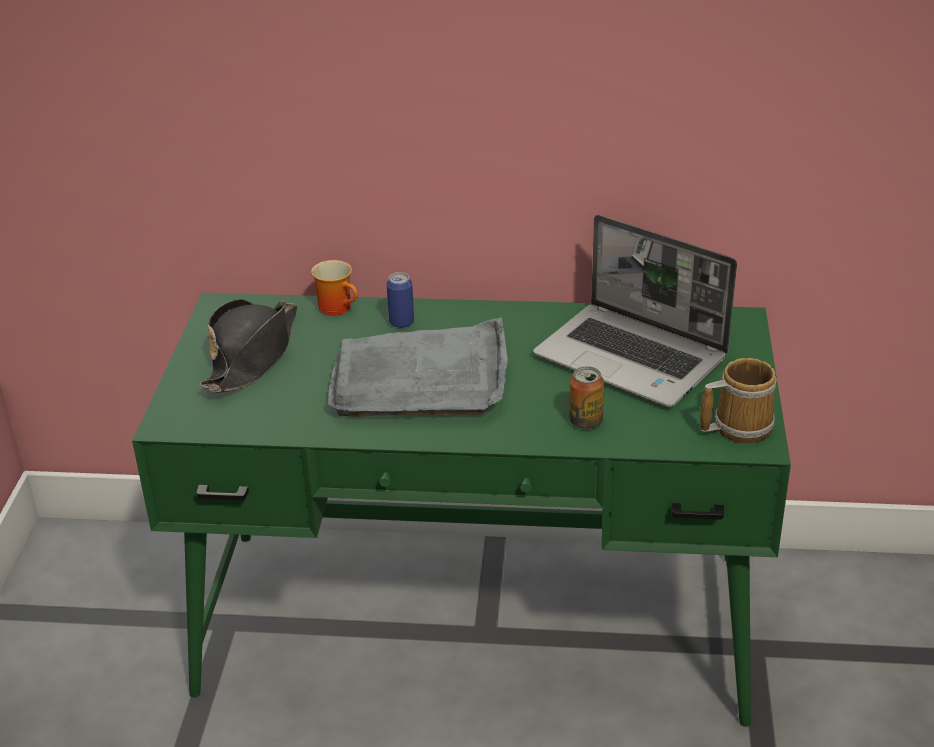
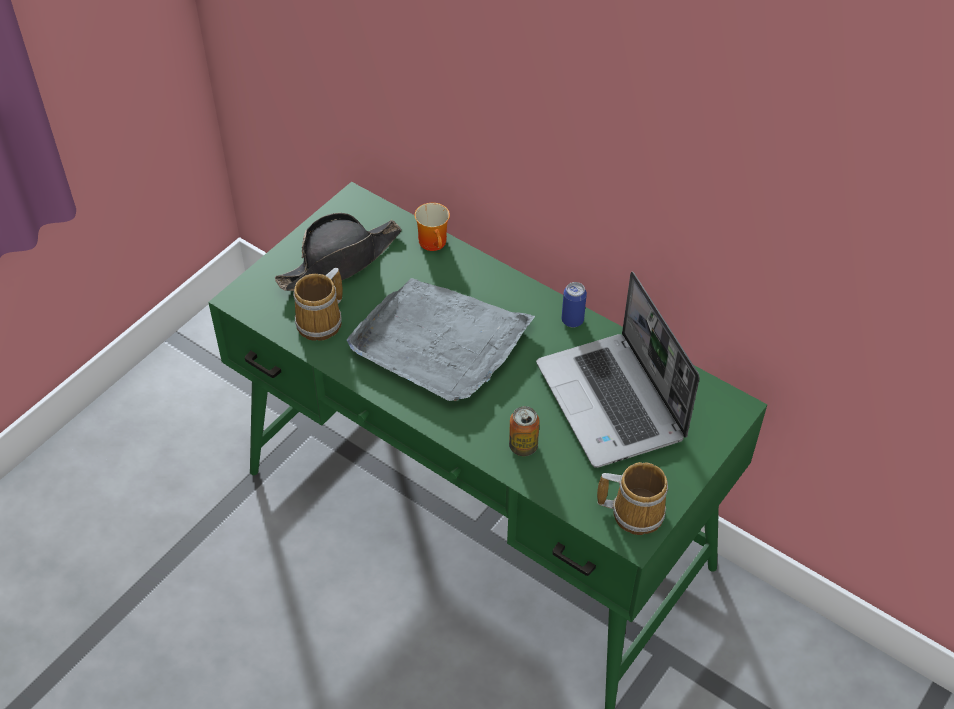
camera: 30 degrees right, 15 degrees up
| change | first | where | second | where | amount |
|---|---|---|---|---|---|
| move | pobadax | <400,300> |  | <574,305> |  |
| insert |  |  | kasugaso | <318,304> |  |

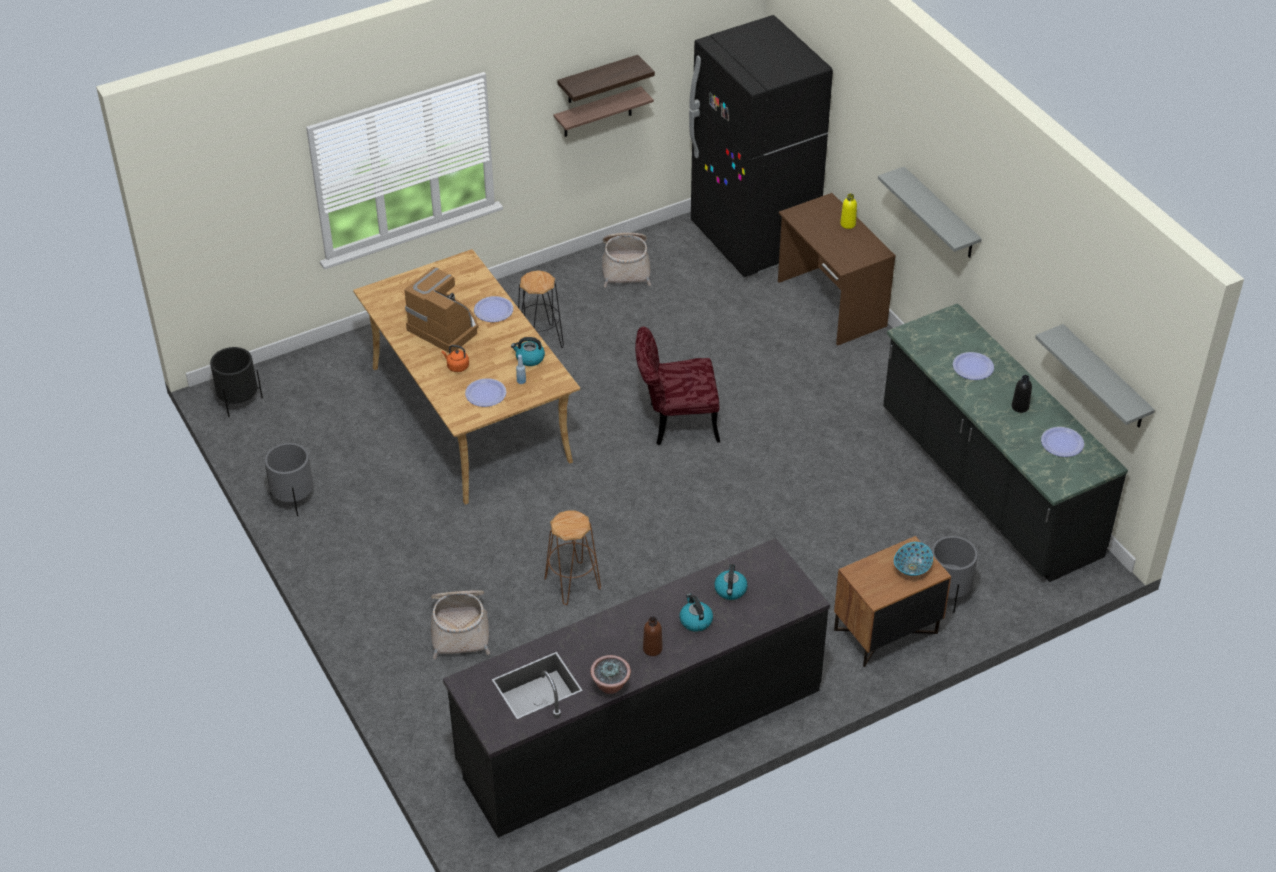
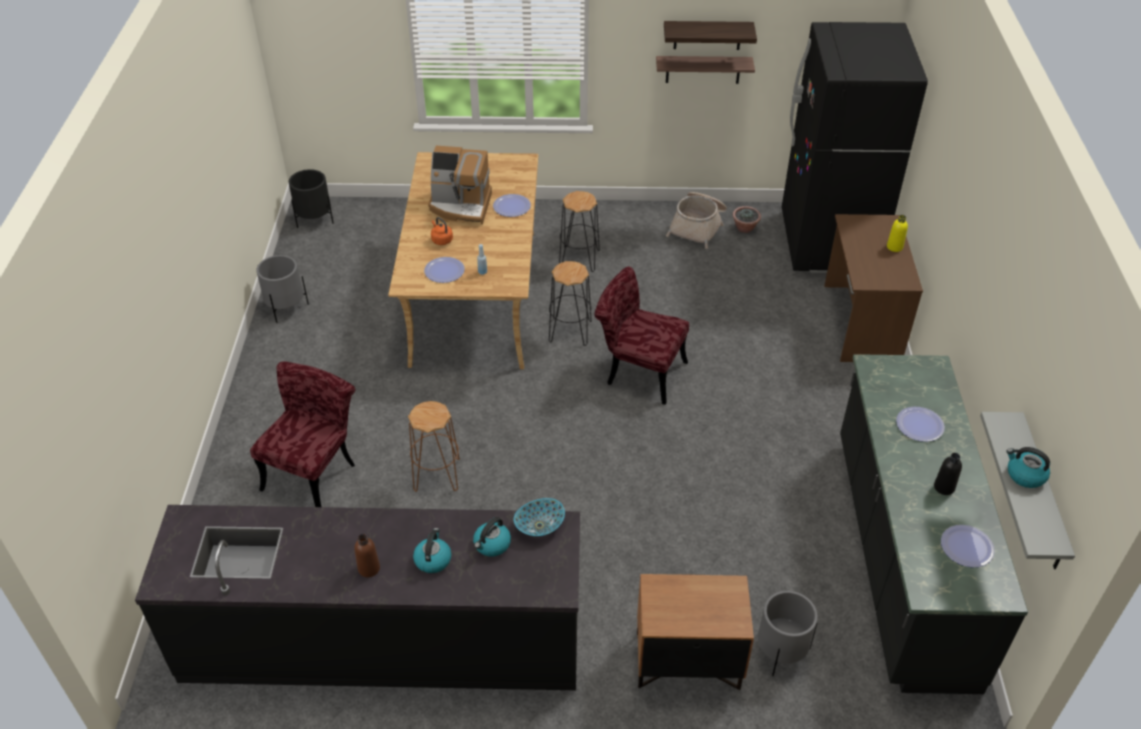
camera: 30 degrees right, 0 degrees up
| change | first | where | second | where | amount |
|---|---|---|---|---|---|
| rotate | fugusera | <441,310> |  | <460,185> | 120 degrees clockwise |
| replace | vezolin | <460,624> | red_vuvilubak | <302,434> |  |
| move | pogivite | <528,351> |  | <1028,467> |  |
| move | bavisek | <610,674> |  | <747,219> |  |
| delete | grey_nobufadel | <930,212> |  |  |  |
| move | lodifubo | <913,559> |  | <539,517> |  |
| insert |  |  | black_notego | <570,303> |  |

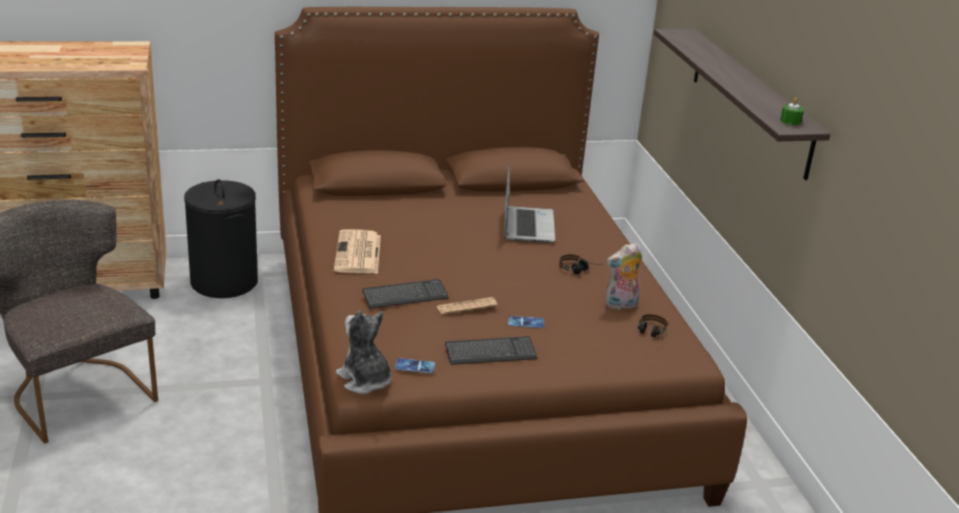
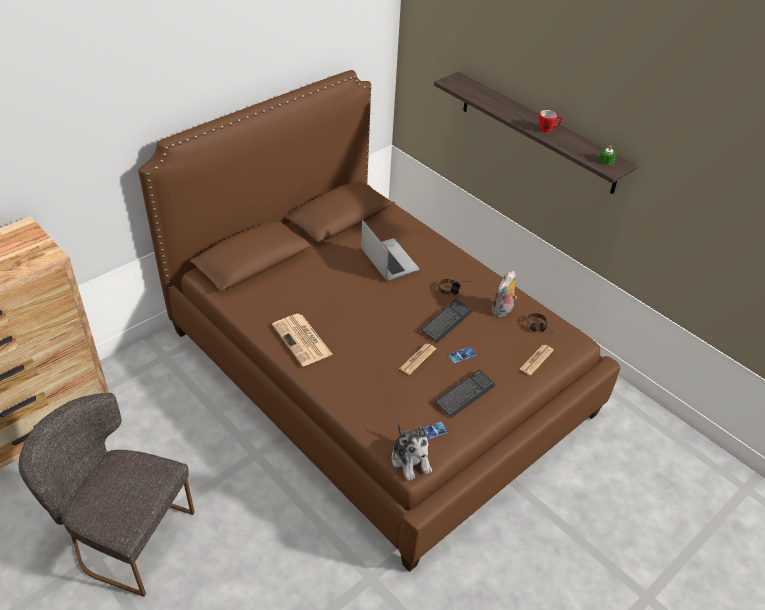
camera: 30 degrees left, 15 degrees up
| change | first | where | second | where | amount |
|---|---|---|---|---|---|
| delete | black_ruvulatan | <221,238> |  |  |  |
| rotate | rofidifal | <363,352> |  | <411,452> | 135 degrees counterclockwise |
| move | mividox | <405,294> |  | <446,321> |  |
| insert |  |  | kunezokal | <537,360> |  |
| insert |  |  | kasugaso | <550,121> |  |

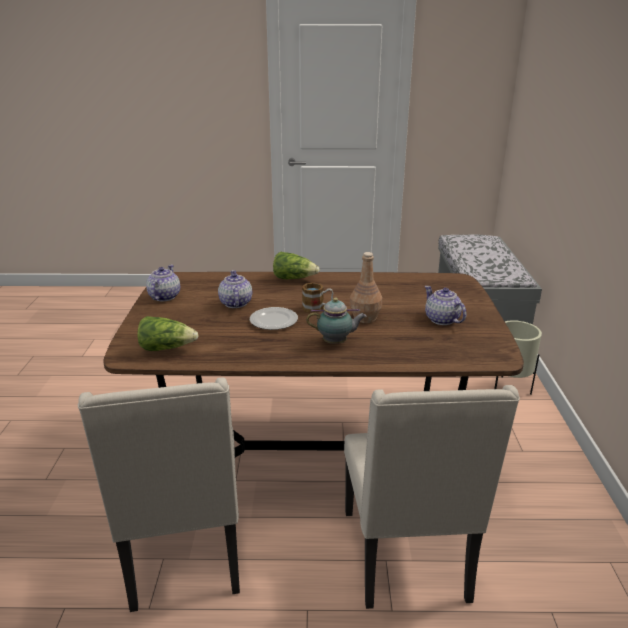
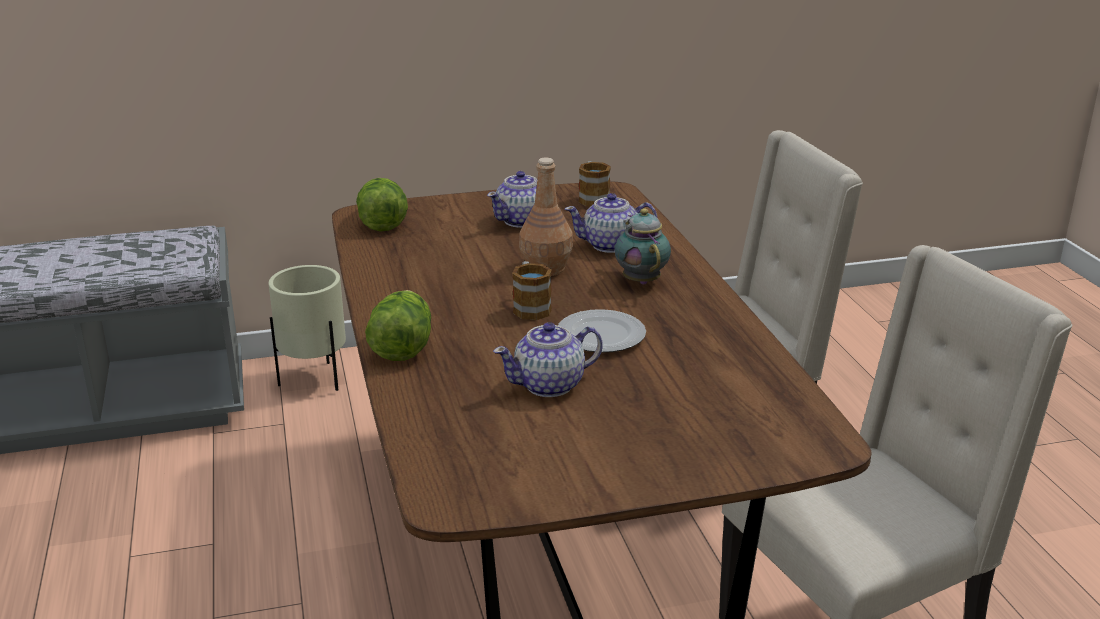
camera: 105 degrees left, 0 degrees up
| change | first | where | second | where | amount |
|---|---|---|---|---|---|
| move | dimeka | <167,333> |  | <382,205> |  |
| move | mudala | <163,283> |  | <611,223> |  |
| insert |  |  | kasugaso | <595,184> |  |

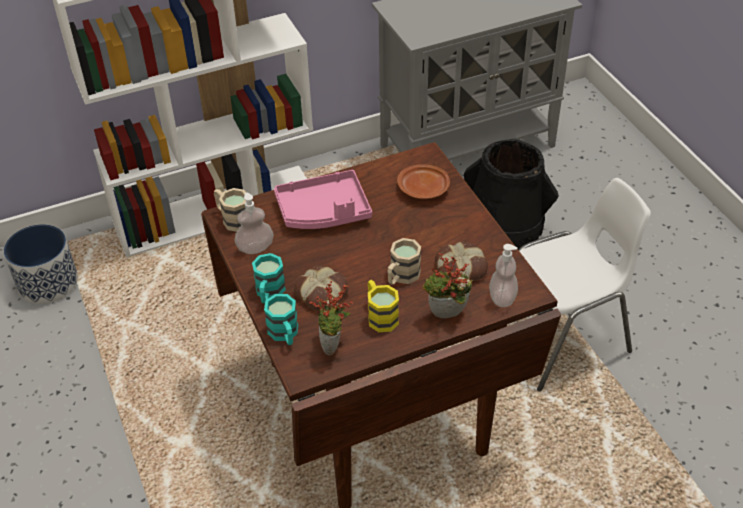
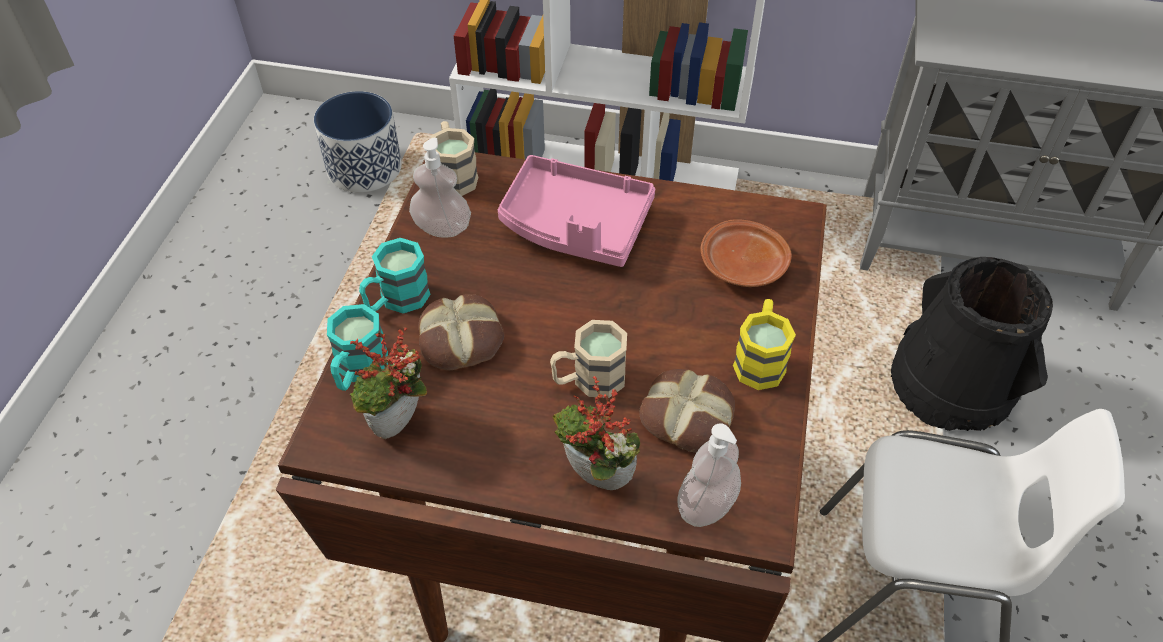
camera: 35 degrees right, 5 degrees up
| change | first | where | second | where | amount |
|---|---|---|---|---|---|
| move | yellow_kasugaso | <383,306> |  | <764,344> |  |

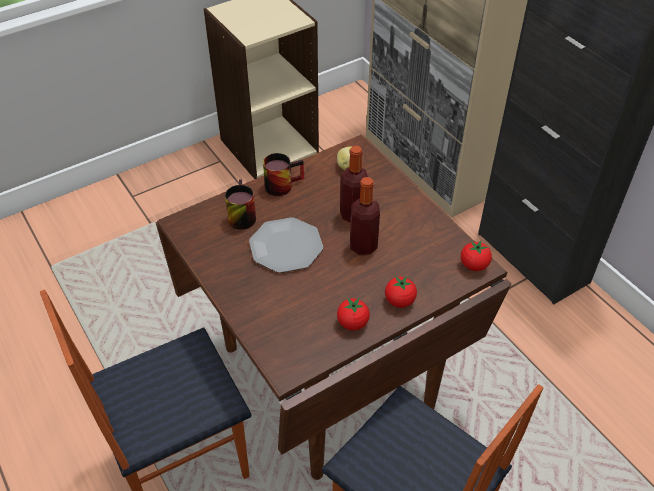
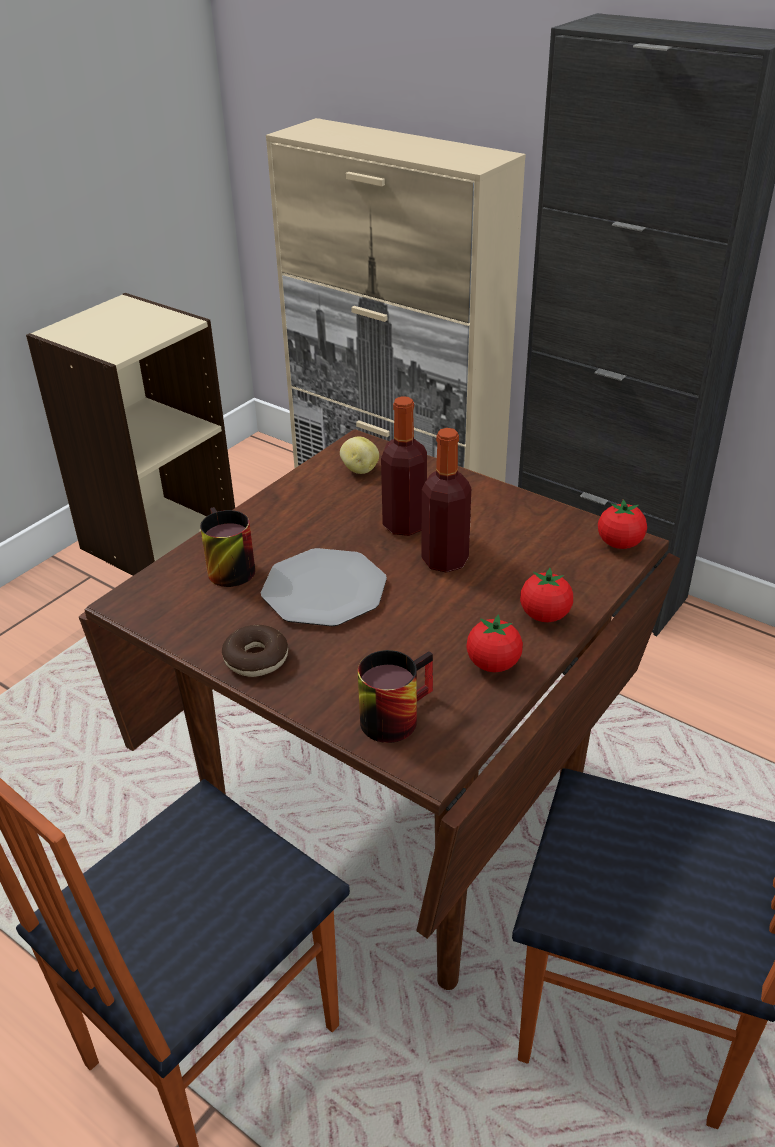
camera: 20 degrees left, 10 degrees down
| change | first | where | second | where | amount |
|---|---|---|---|---|---|
| move | kasugaso | <283,174> |  | <395,696> |  |
| insert |  |  | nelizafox | <255,651> |  |

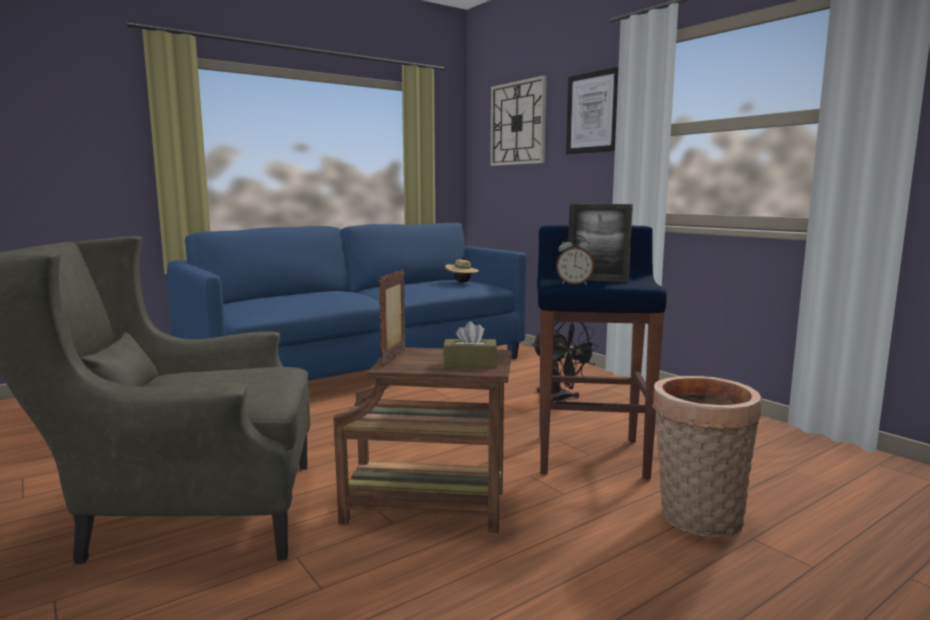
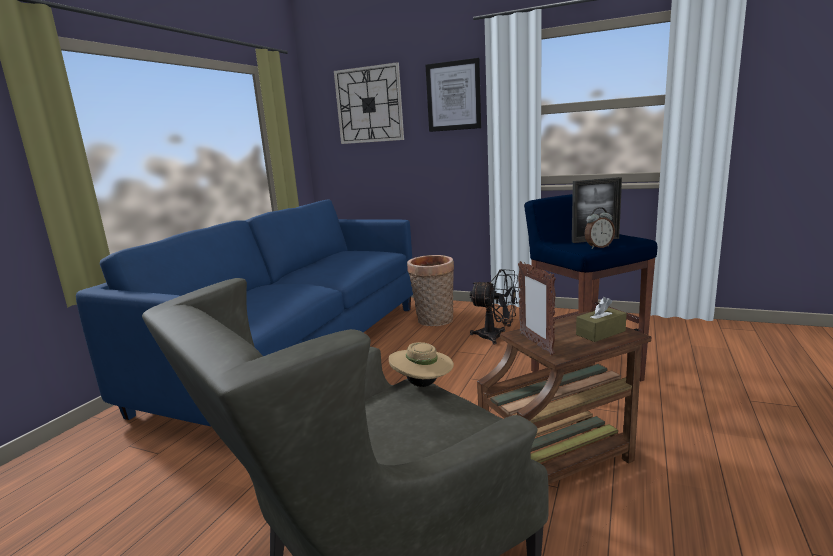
camera: 30 degrees left, 5 degrees up
| change | first | where | second | where | amount |
|---|---|---|---|---|---|
| move | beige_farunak | <462,271> |  | <421,364> |  |
| move | vezolin | <707,456> |  | <430,290> |  |

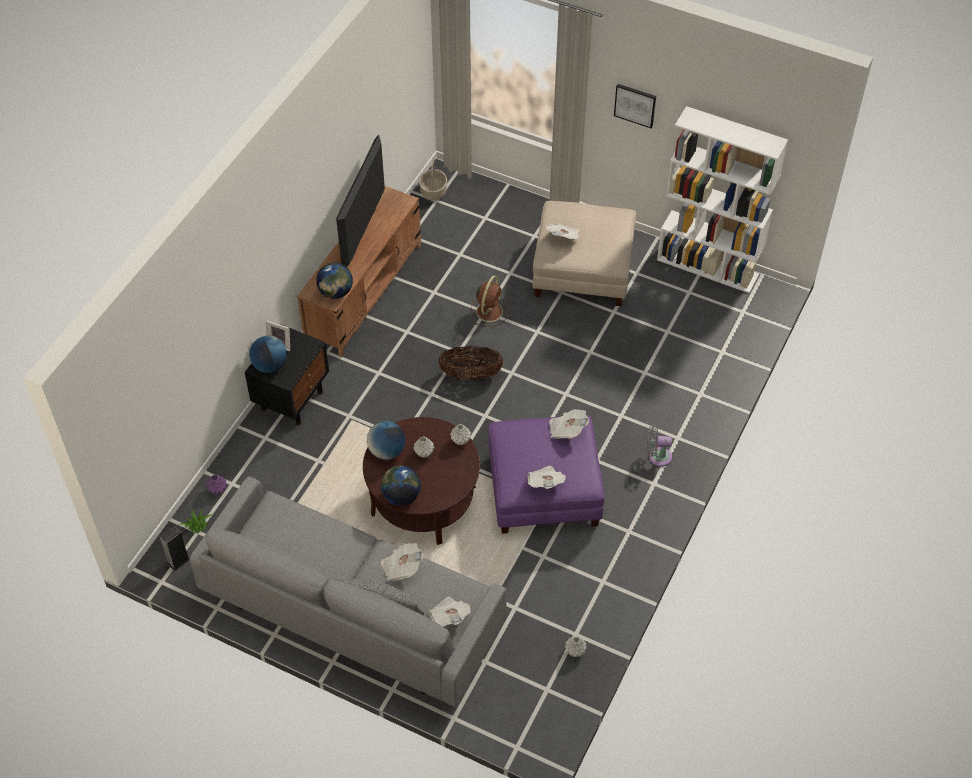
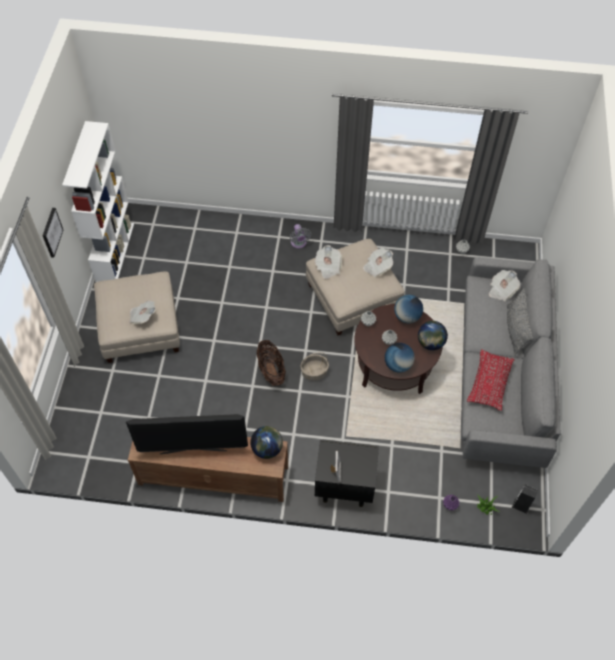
camera: 110 degrees left, 5 degrees up
| change | first | where | second | where | amount |
|---|---|---|---|---|---|
| move | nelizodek | <268,354> |  | <408,309> |  |
| delete | kunezokal | <402,562> |  |  |  |
| move | vezolin | <433,179> |  | <314,366> |  |
| delete | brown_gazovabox | <490,300> |  |  |  |
| recolor | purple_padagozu | <546,474> | beige_padagozu | <355,287> |  |
| insert |  |  | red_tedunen | <491,380> |  |

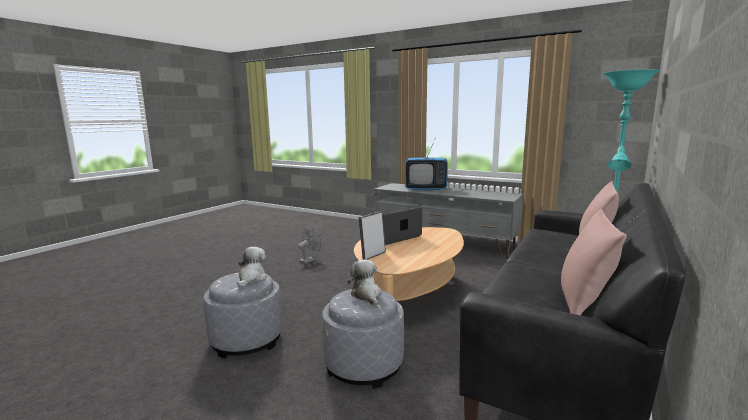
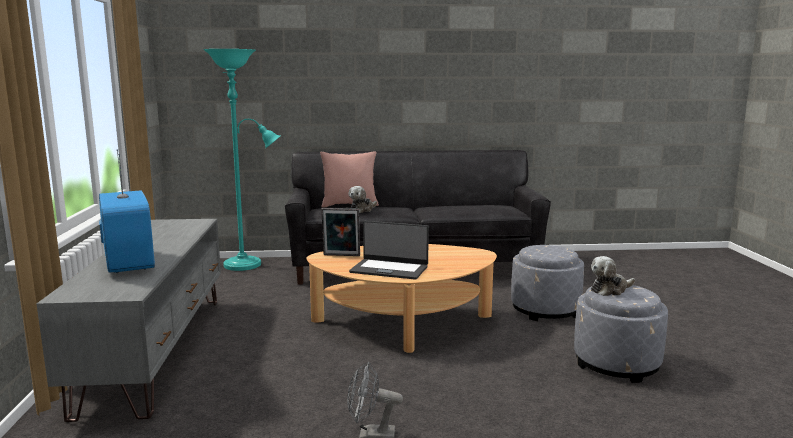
camera: 125 degrees left, 0 degrees up
| change | first | where | second | where | amount |
|---|---|---|---|---|---|
| move | rofidifal | <364,283> |  | <362,199> |  |
| move | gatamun | <372,235> |  | <340,232> |  |
| delete | pink_tedunen | <594,262> |  |  |  |

